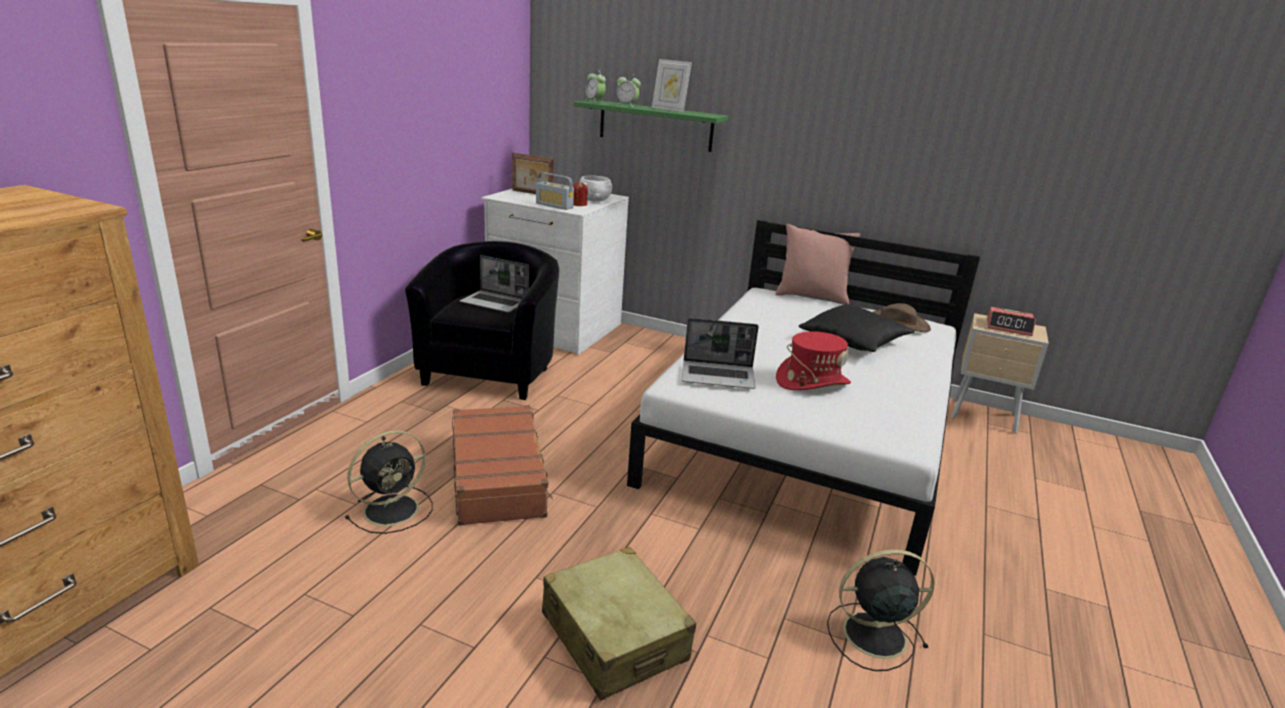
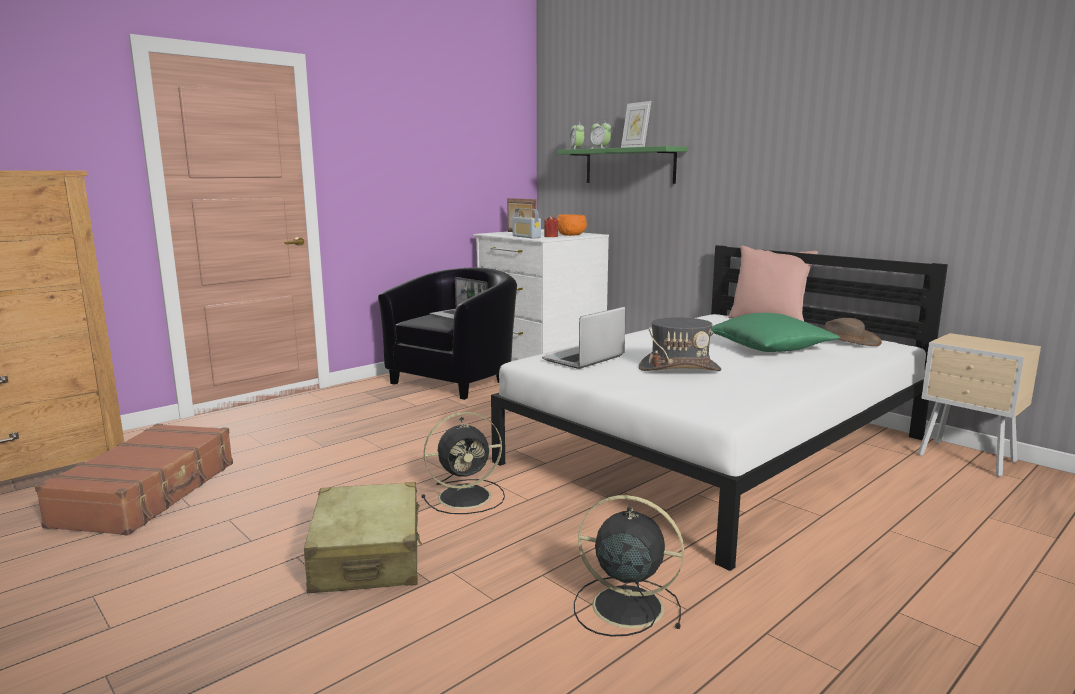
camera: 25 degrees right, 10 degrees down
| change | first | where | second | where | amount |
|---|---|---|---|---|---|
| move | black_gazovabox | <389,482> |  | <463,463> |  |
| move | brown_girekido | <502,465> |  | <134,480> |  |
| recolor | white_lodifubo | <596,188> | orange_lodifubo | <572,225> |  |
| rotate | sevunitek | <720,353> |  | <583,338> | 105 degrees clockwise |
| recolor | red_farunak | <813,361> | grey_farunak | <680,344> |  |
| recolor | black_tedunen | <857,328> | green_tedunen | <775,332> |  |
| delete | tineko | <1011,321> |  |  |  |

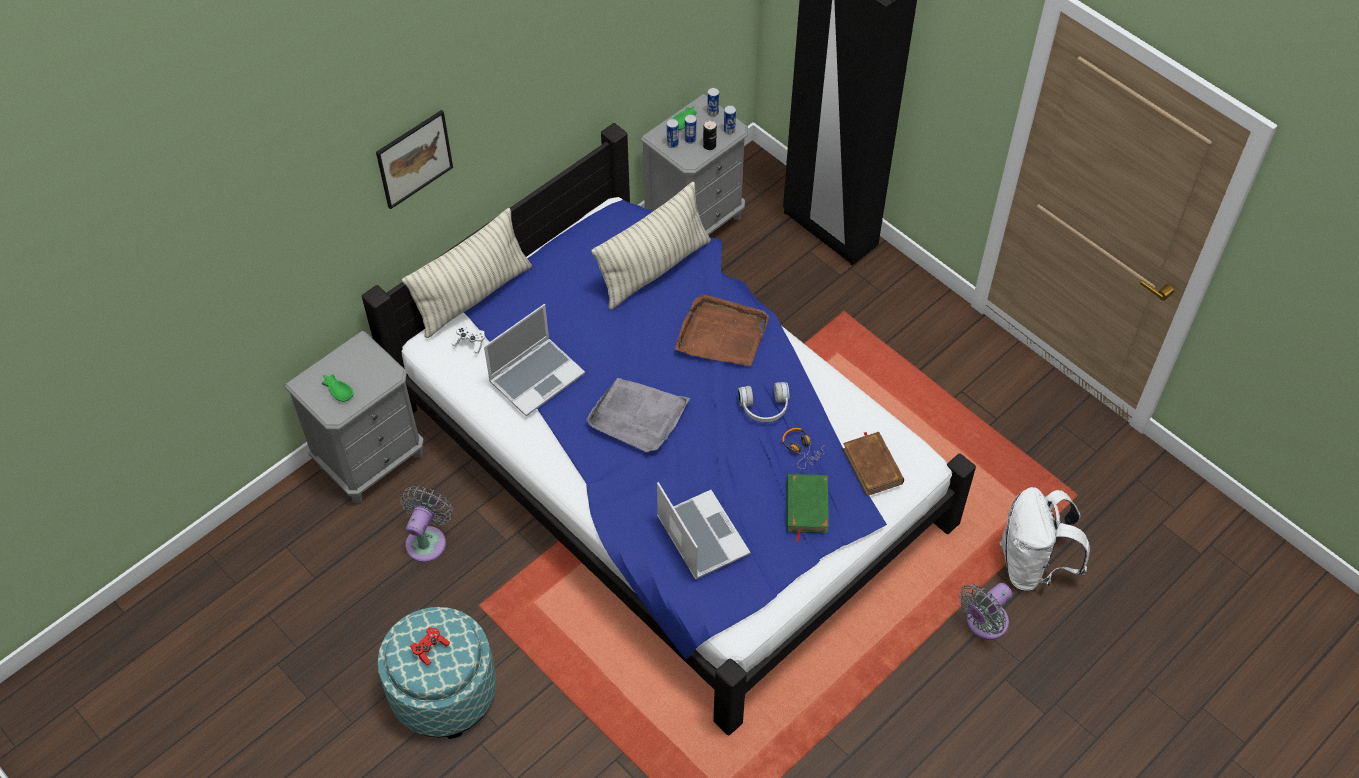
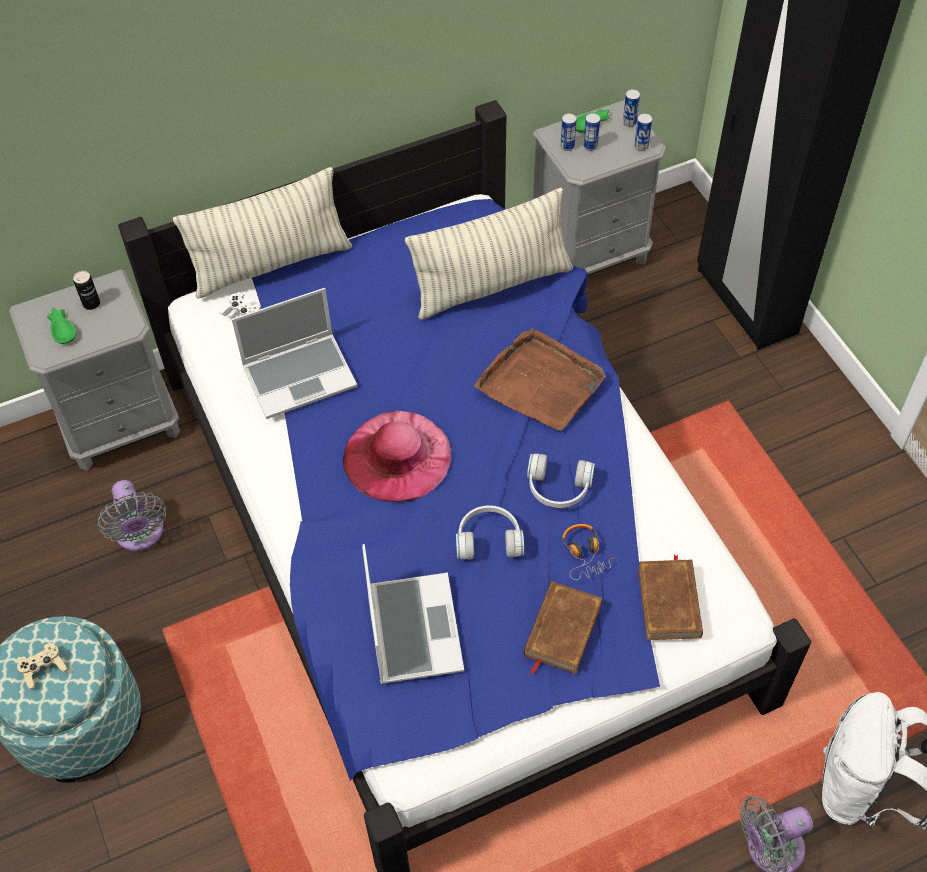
camera: 20 degrees right, 0 degrees up
| change | first | where | second | where | amount |
|---|---|---|---|---|---|
| delete | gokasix | <414,159> |  |  |  |
| rotate | grey_gazovabox | <427,524> |  | <132,515> | 120 degrees clockwise |
| recolor | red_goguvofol | <430,646> | beige_goguvofol | <42,666> |  |
| replace | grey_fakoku | <638,415> | pink_farunak | <397,456> |  |
| move | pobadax | <710,135> |  | <86,290> |  |
| recolor | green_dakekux | <808,508> | brown_dakekux | <562,627> |  |
| insert |  |  | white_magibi | <490,532> |  |

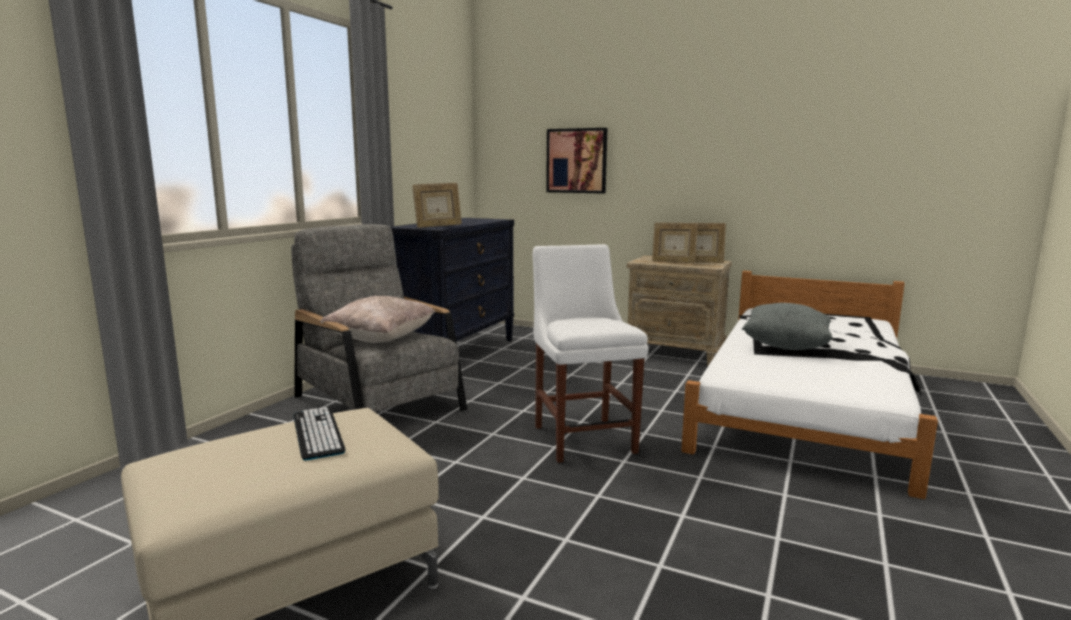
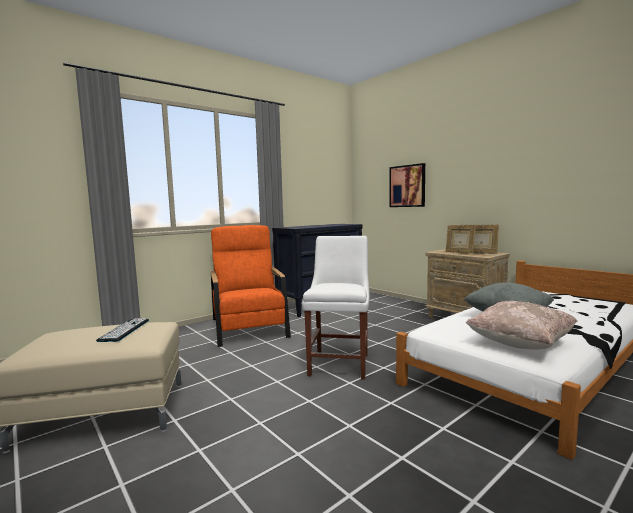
camera: 25 degrees right, 5 degrees down
| change | first | where | second | where | amount |
|---|---|---|---|---|---|
| recolor | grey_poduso | <379,318> | orange_poduso | <251,286> |  |
| move | beige_tedunen | <377,319> |  | <522,325> |  |
| delete | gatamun | <437,205> |  |  |  |

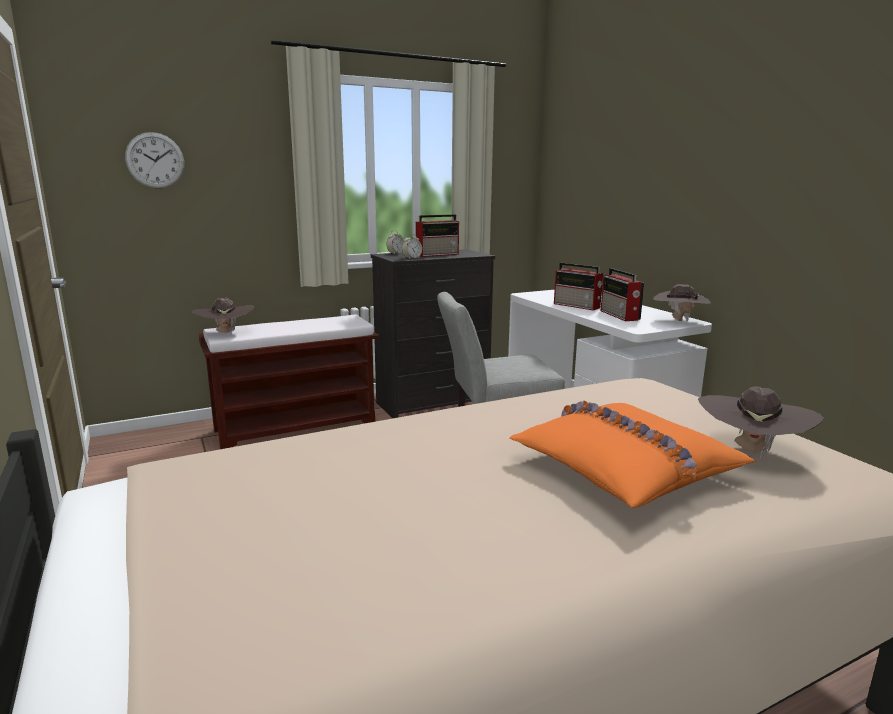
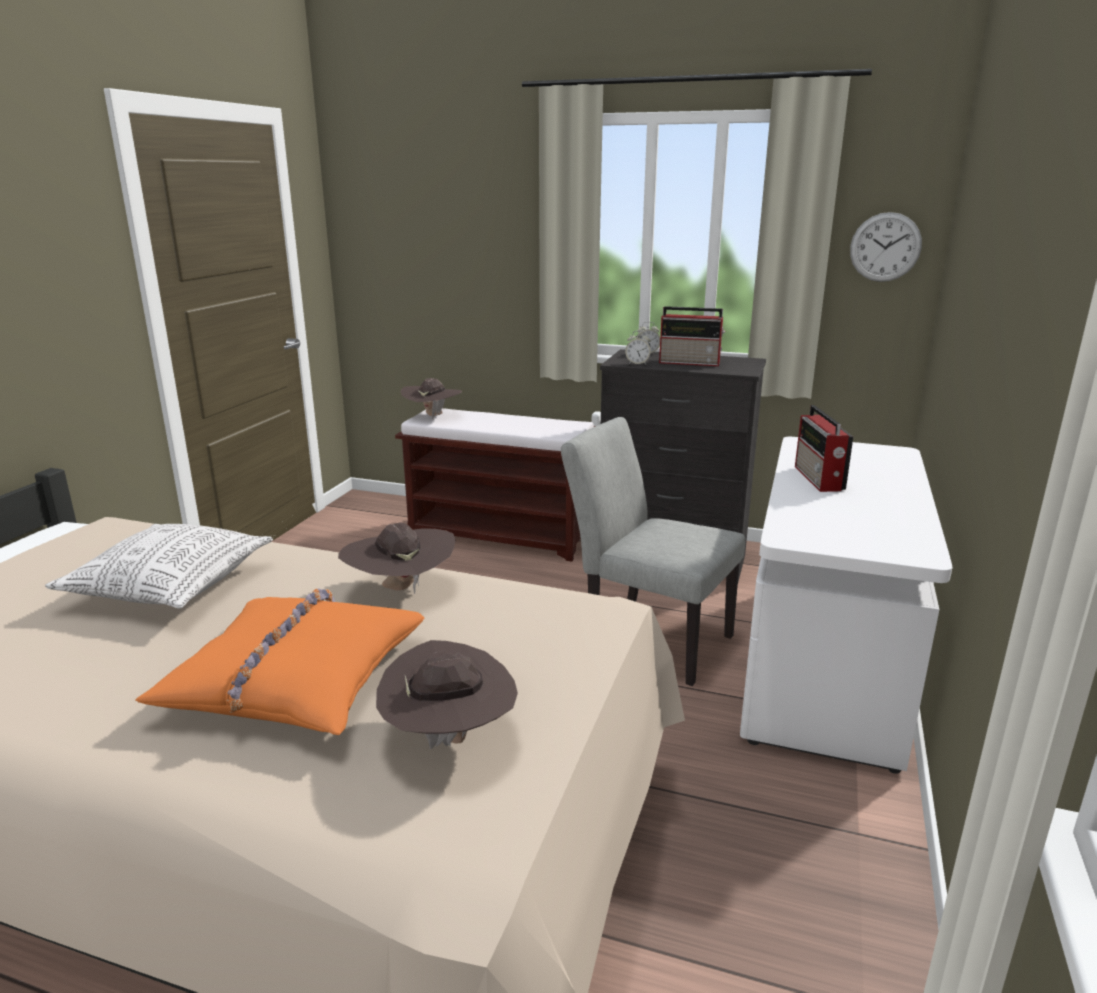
camera: 45 degrees right, 5 degrees up
| change | first | where | second | where | amount |
|---|---|---|---|---|---|
| move | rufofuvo | <154,160> |  | <886,247> |  |
| delete | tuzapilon | <622,294> |  |  |  |
| move | brown_farunak | <682,302> |  | <396,558> |  |
| insert |  |  | tedunen | <159,566> |  |

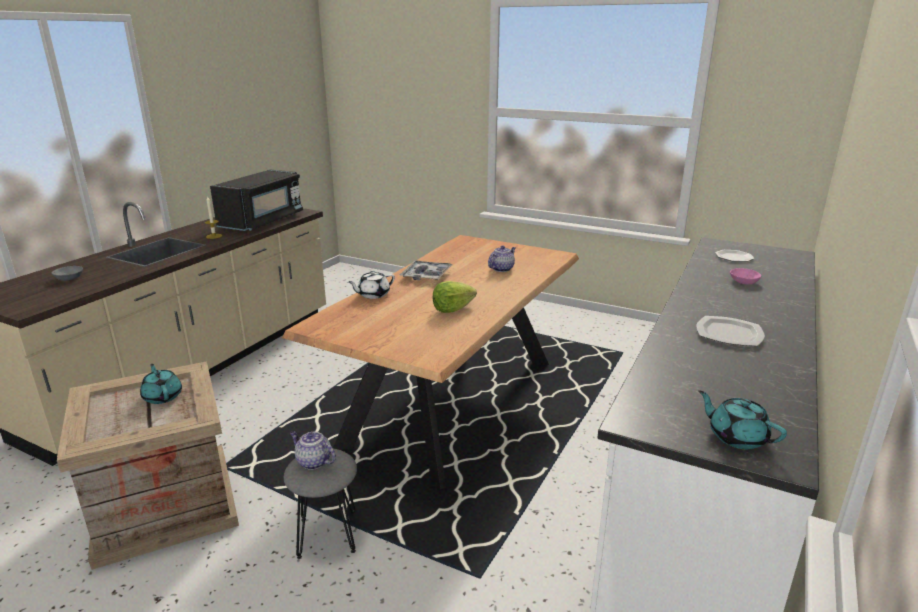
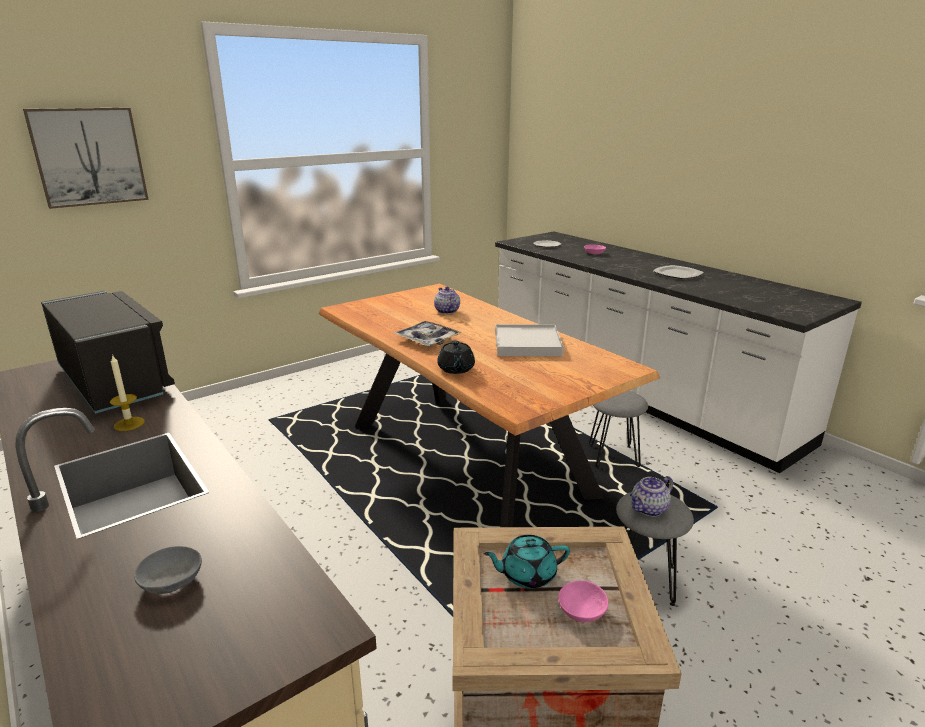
camera: 65 degrees left, 0 degrees up
| change | first | where | second | where | amount |
|---|---|---|---|---|---|
| recolor | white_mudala | <371,285> | black_mudala | <456,357> |  |
| replace | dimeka | <455,297> | white_fakoku | <529,340> |  |
| delete | turquoise_mudala | <742,419> |  |  |  |
| insert |  |  | gokasix | <86,158> |  |
| insert |  |  | pink_lodifubo | <583,601> |  |
| insert |  |  | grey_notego | <618,429> |  |

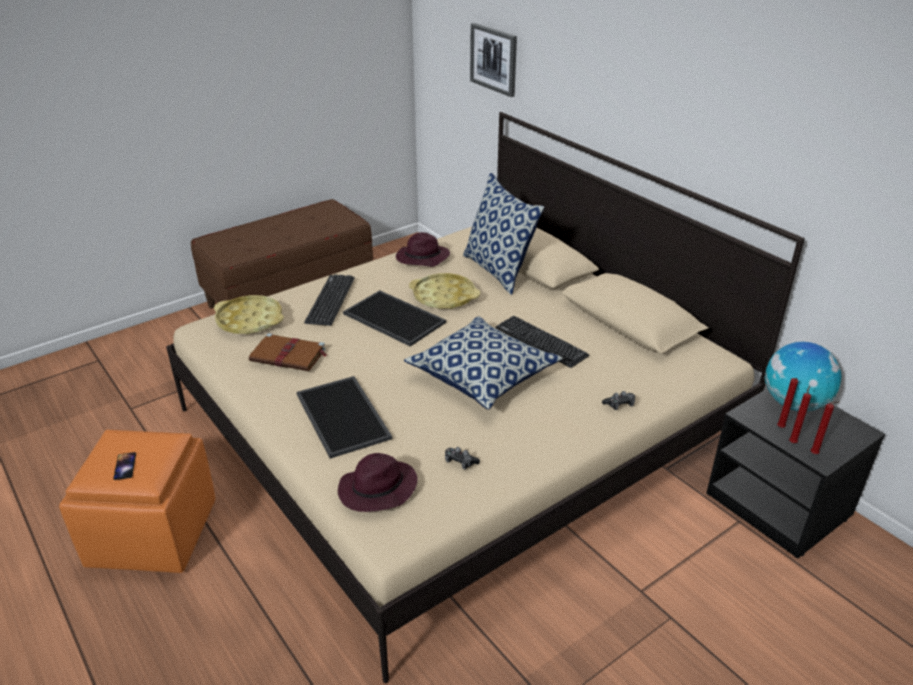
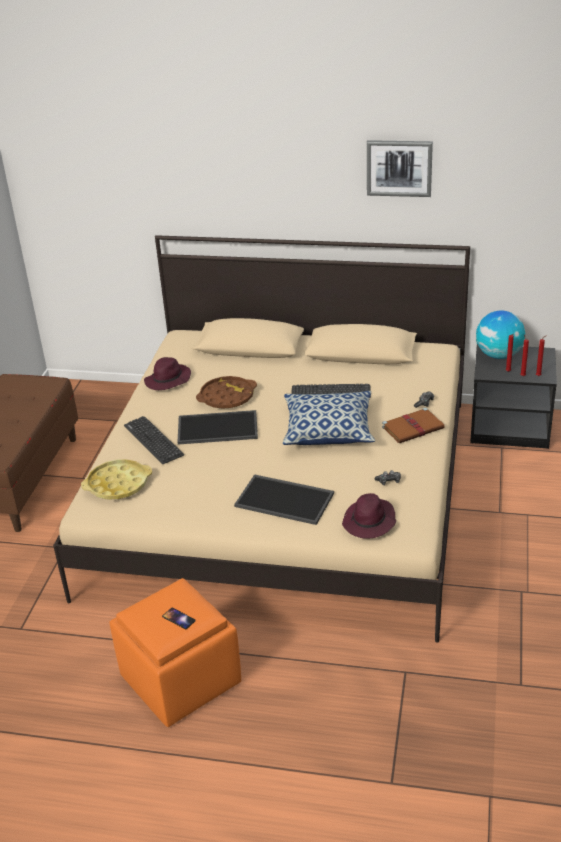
camera: 40 degrees left, 0 degrees up
| change | first | where | second | where | amount |
|---|---|---|---|---|---|
| move | brown_dakekux | <288,352> |  | <413,425> |  |
| recolor | yellow_fakoku | <444,291> | brown_fakoku | <226,392> |  |
| delete | tedunen | <503,234> |  |  |  |
| move | gokasix | <493,60> |  | <400,168> |  |

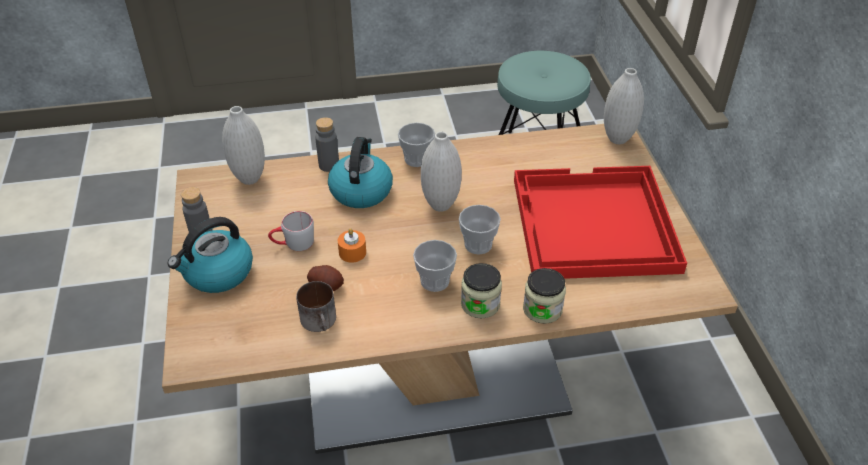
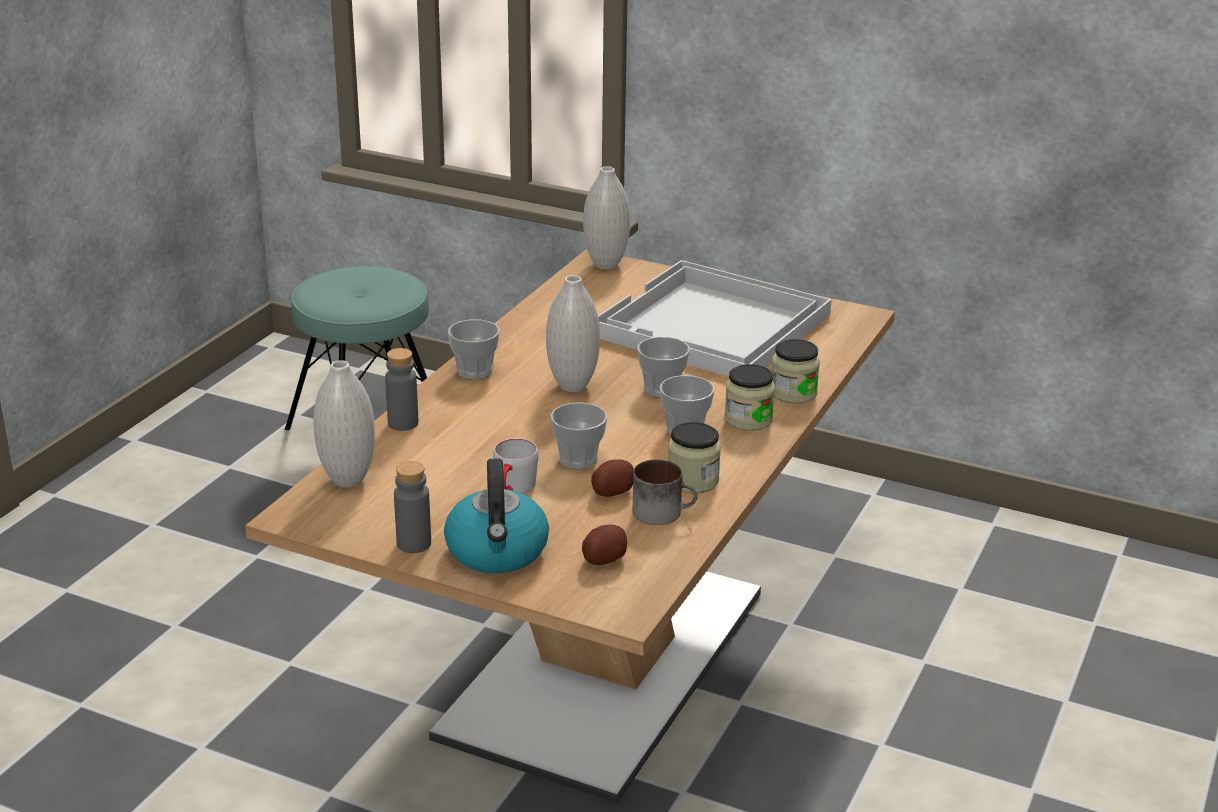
camera: 55 degrees left, 15 degrees down
| change | first | where | second | where | amount |
|---|---|---|---|---|---|
| delete | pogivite | <360,172> |  |  |  |
| replace | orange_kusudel | <352,245> | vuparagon | <578,435> |  |
| recolor | red_fakoku | <600,222> | white_fakoku | <715,318> |  |
| insert |  |  | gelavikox | <604,545> |  |
| insert |  |  | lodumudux | <694,457> |  |

